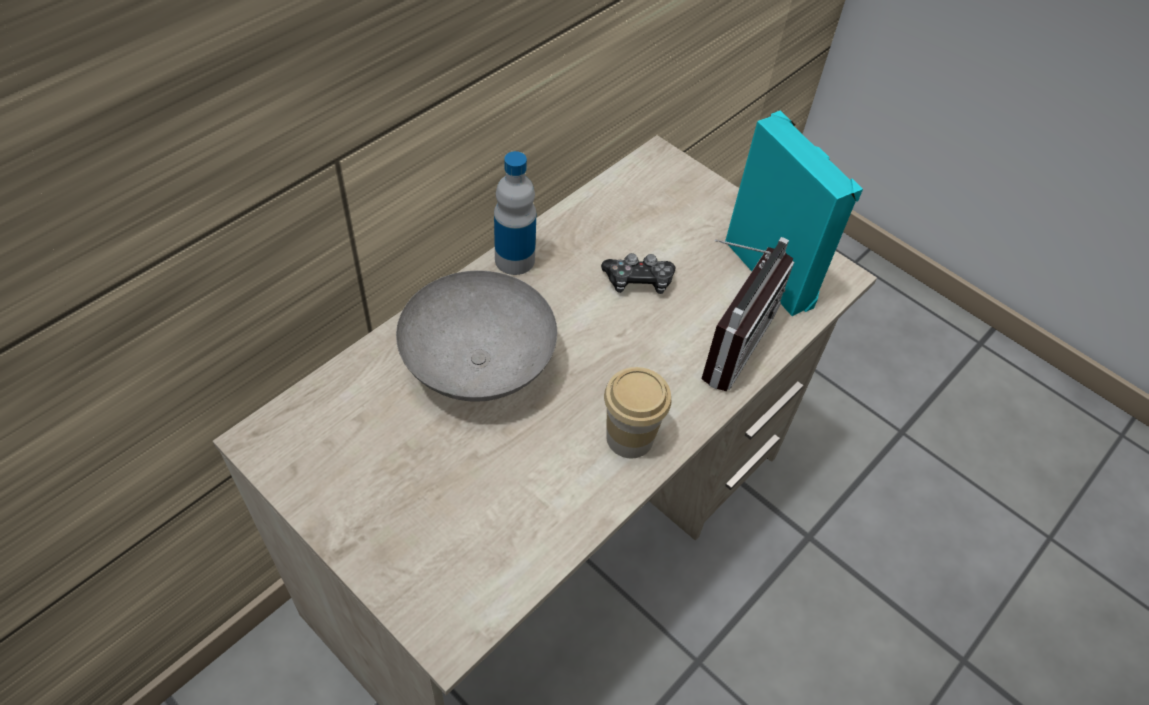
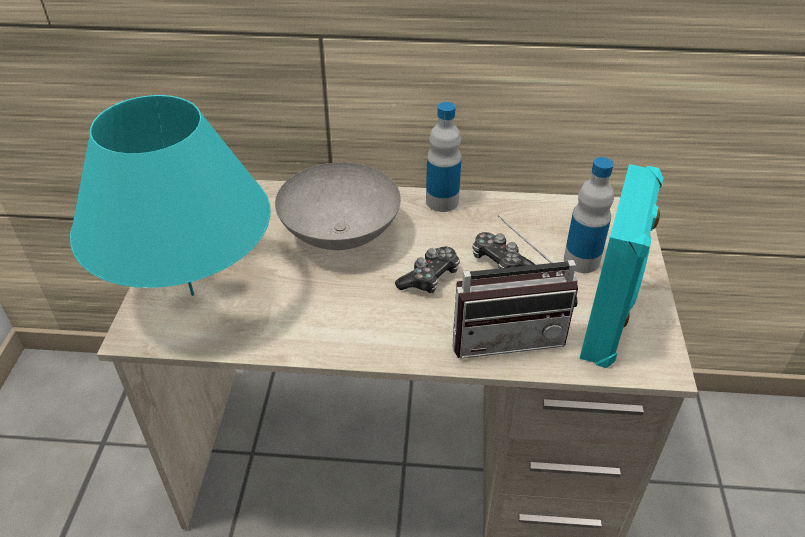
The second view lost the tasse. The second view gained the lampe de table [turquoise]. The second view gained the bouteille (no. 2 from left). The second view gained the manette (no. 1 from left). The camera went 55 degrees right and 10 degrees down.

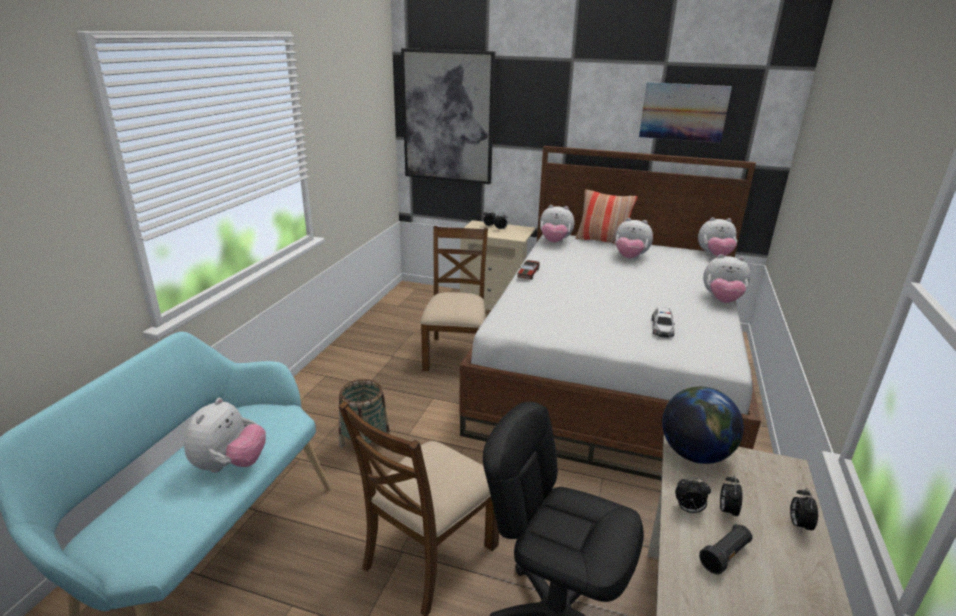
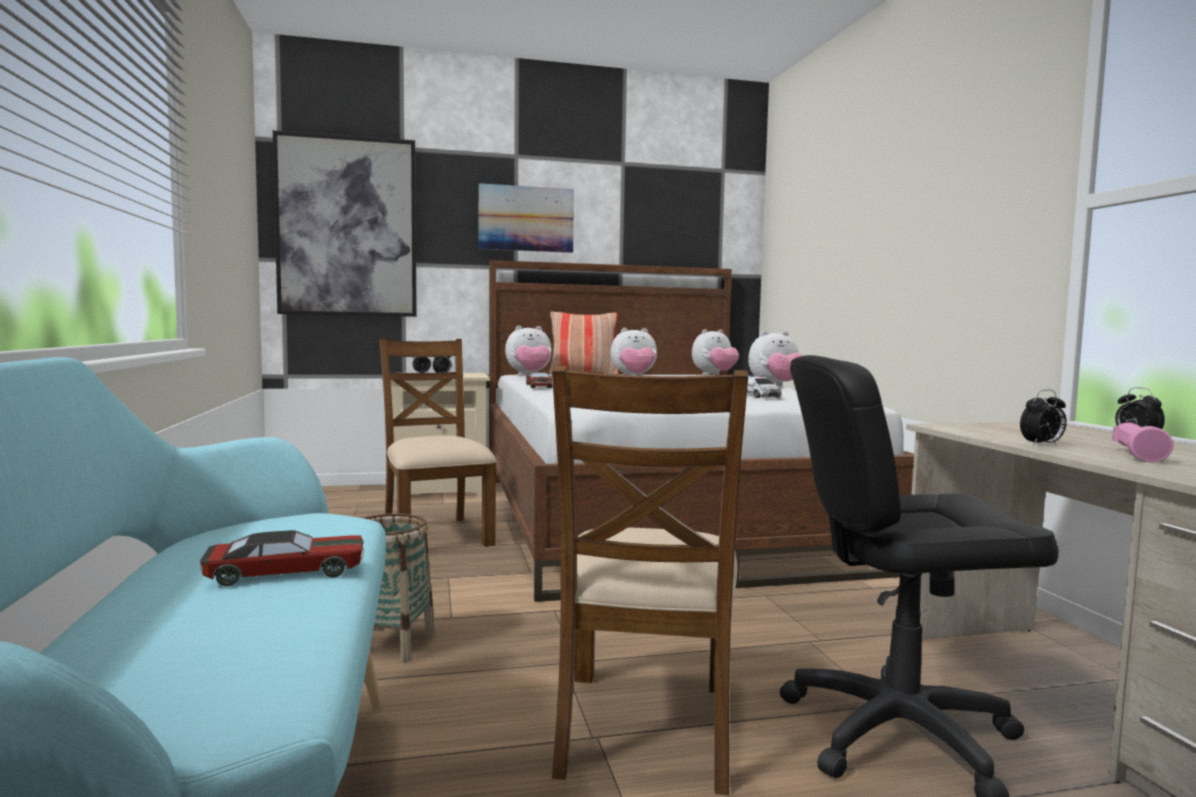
The tableau (no. 2 from left) ended up elsewhere. The second view lost the globe. Where the peluche (no. 1 from left) stood, the petite voiture (no. 1 from left) came to stand. The second view lost the réveil (no. 4 from left). What was the lampe de poche [noir] turned into the lampe de poche [rose]. The camera went 30 degrees left and 20 degrees down.

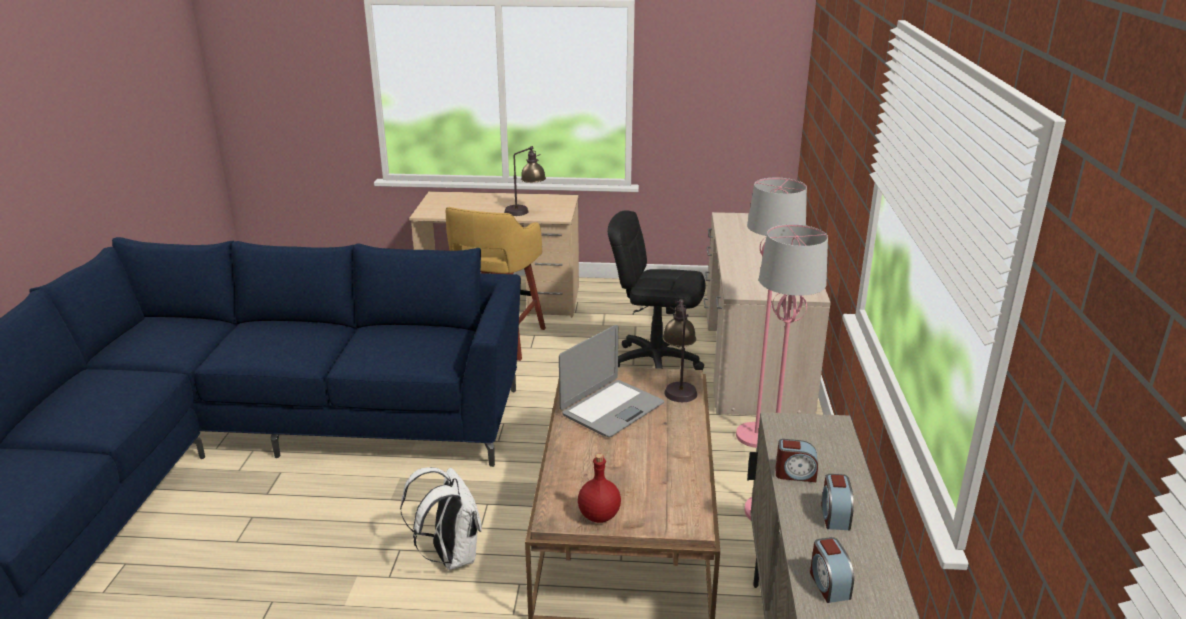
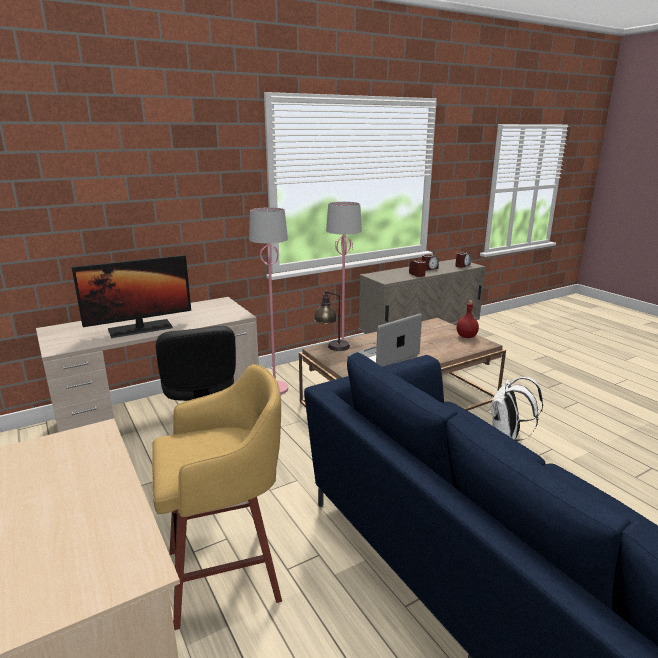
The second view lost the lampe de table (no. 1 from left). The ordinateur portable ended up facing another way, 45 degrees counterclockwise from before. The second view gained the écran d'ordinateur. The camera went 125 degrees left and 5 degrees down.

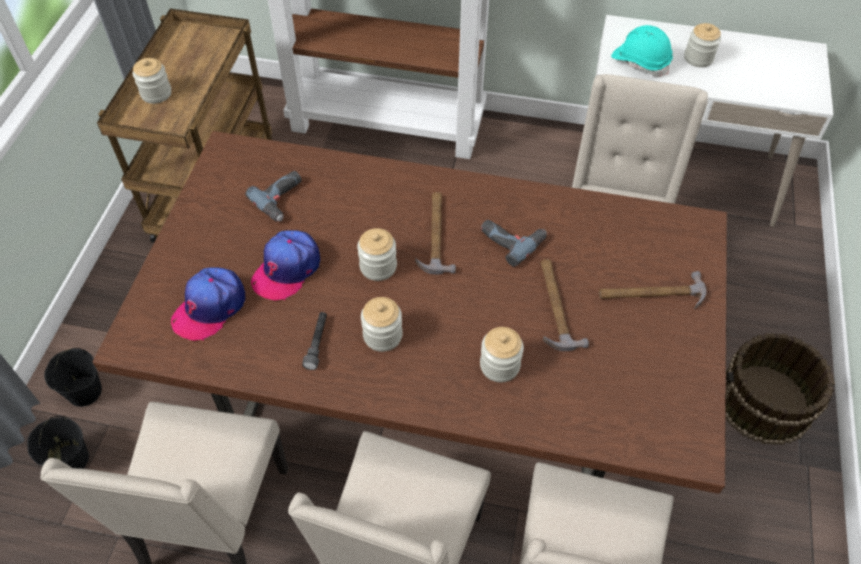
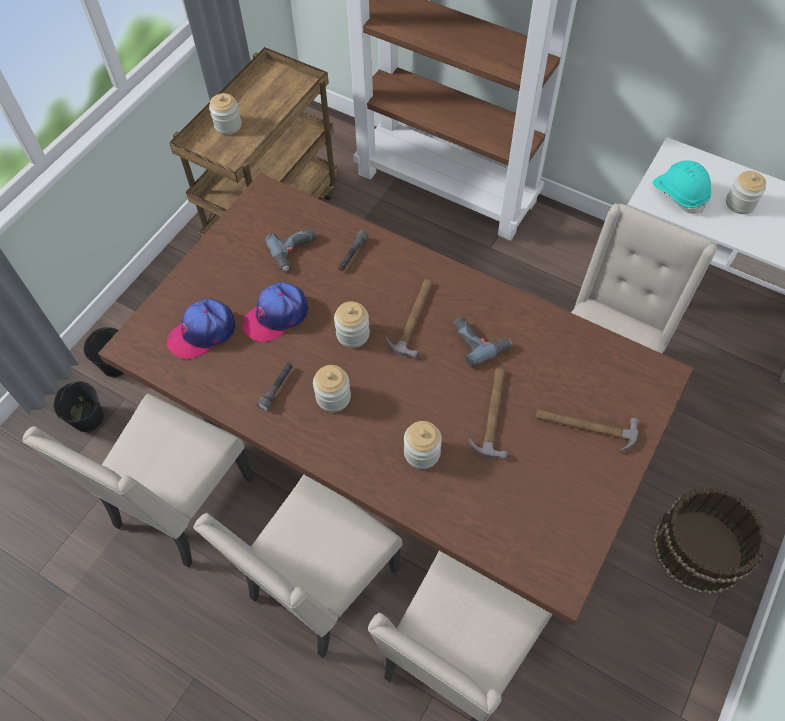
The second view gained the lampe de poche [gris] (no. 2 from left). The camera went 20 degrees right and 5 degrees up.

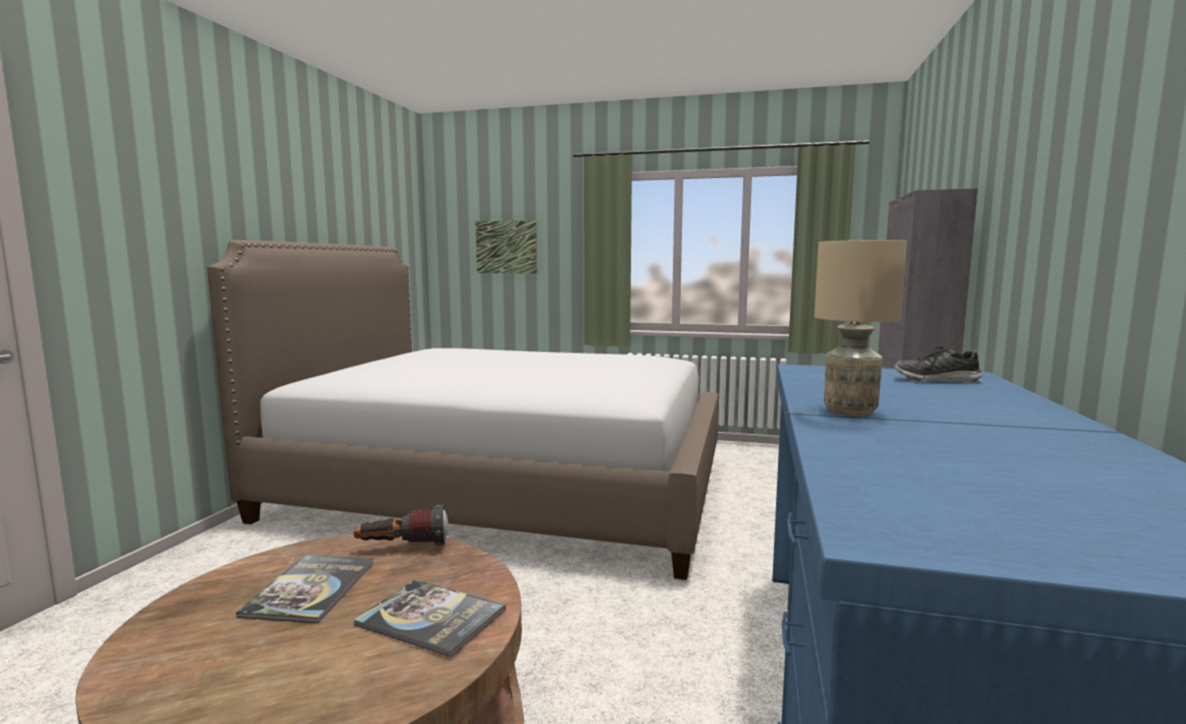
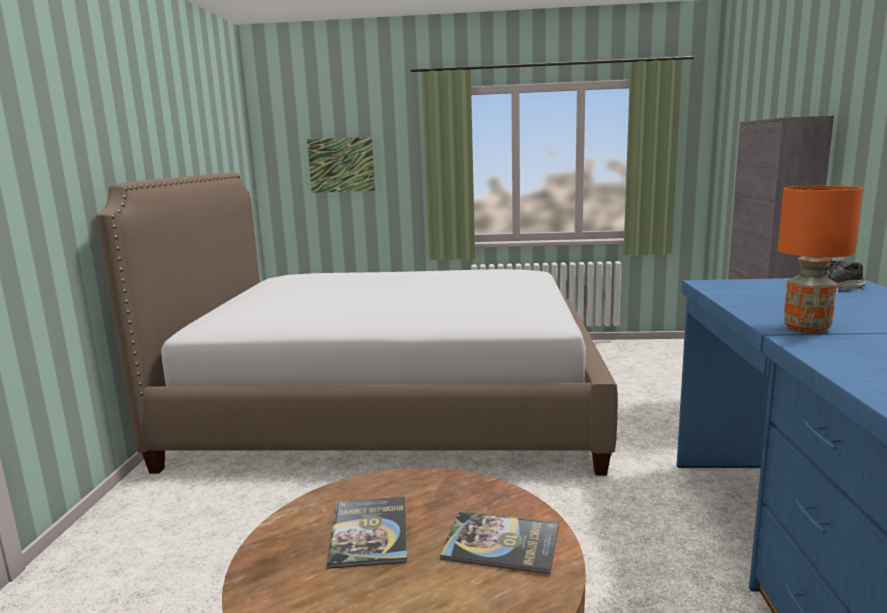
What was the lampe de table [beige] turned into the lampe de table [orange]. The second view lost the lampe de poche. The camera went 10 degrees left and 5 degrees up.

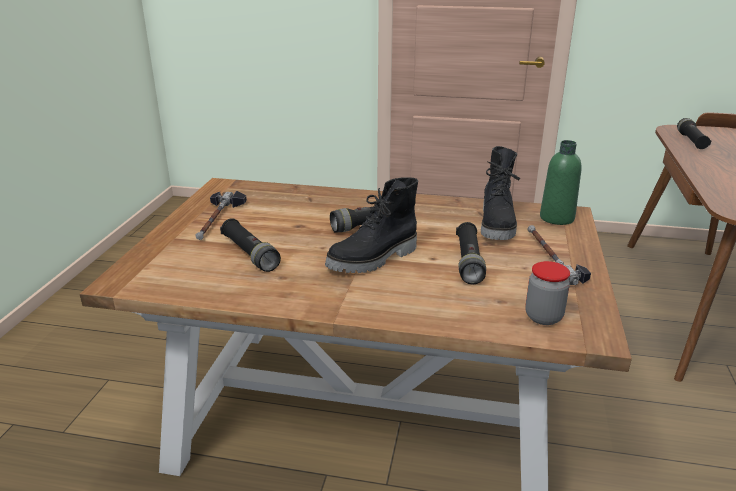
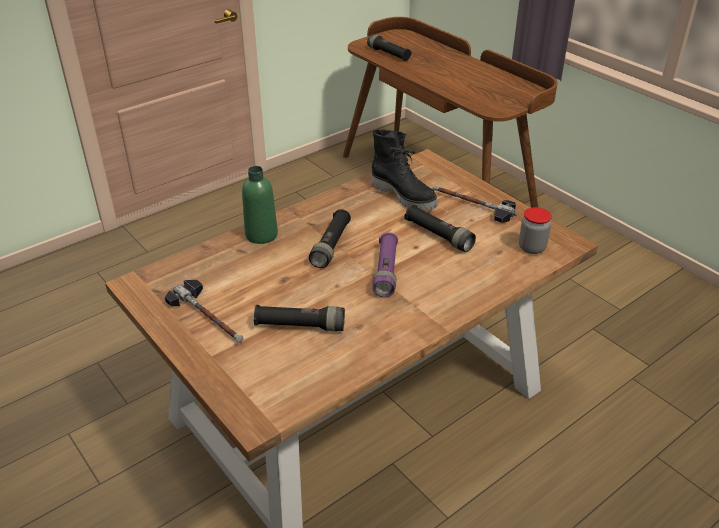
The bouteille [vert] ended up elsewhere. Where the botte [noir] (no. 1 from left) stood, the lampe de poche [violet] came to stand. The camera went 50 degrees left and 10 degrees up.

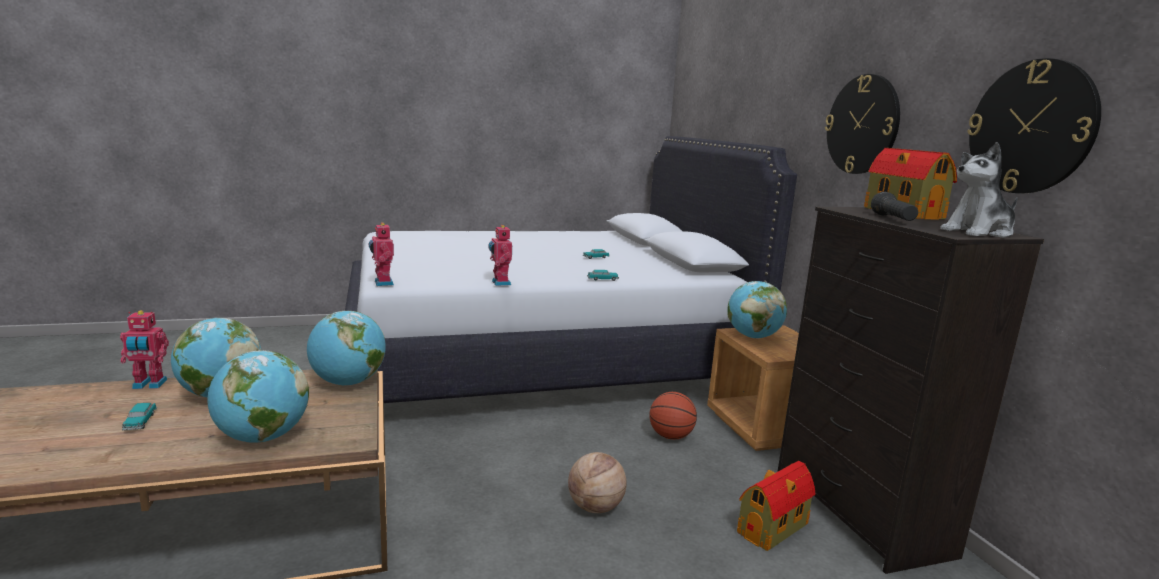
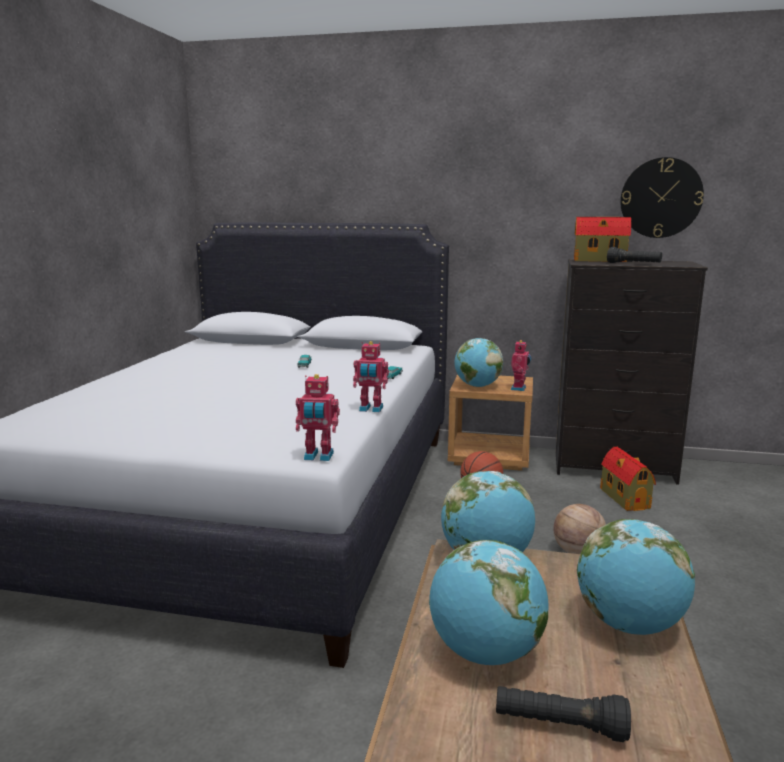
The second view lost the horloge murale (no. 1 from left). The second view lost the peluche. The robot jouet (no. 1 from left in the first image) ended up elsewhere. Where the petite voiture (no. 1 from left) stood, the lampe de poche [noir] (no. 1 from left) came to stand. The camera went 60 degrees left and 0 degrees up.

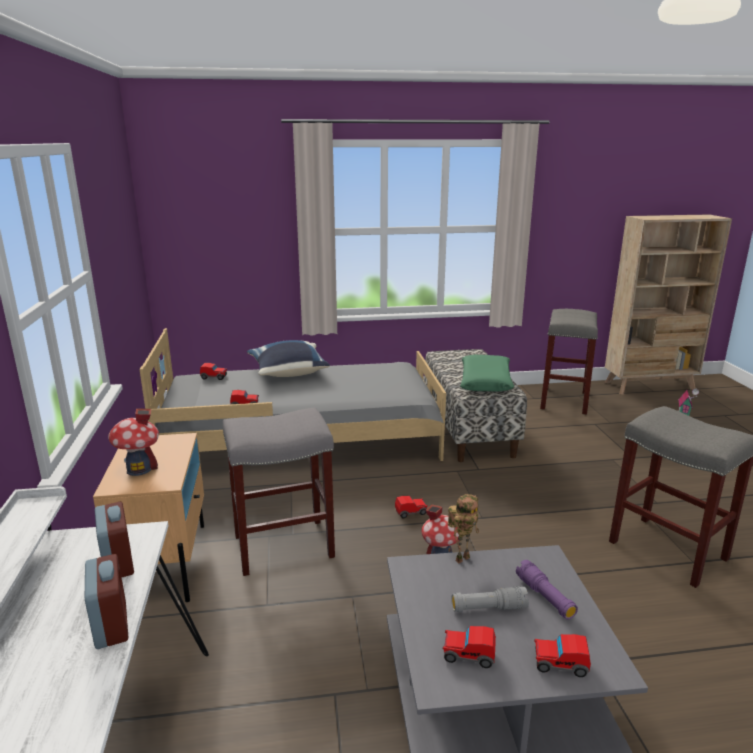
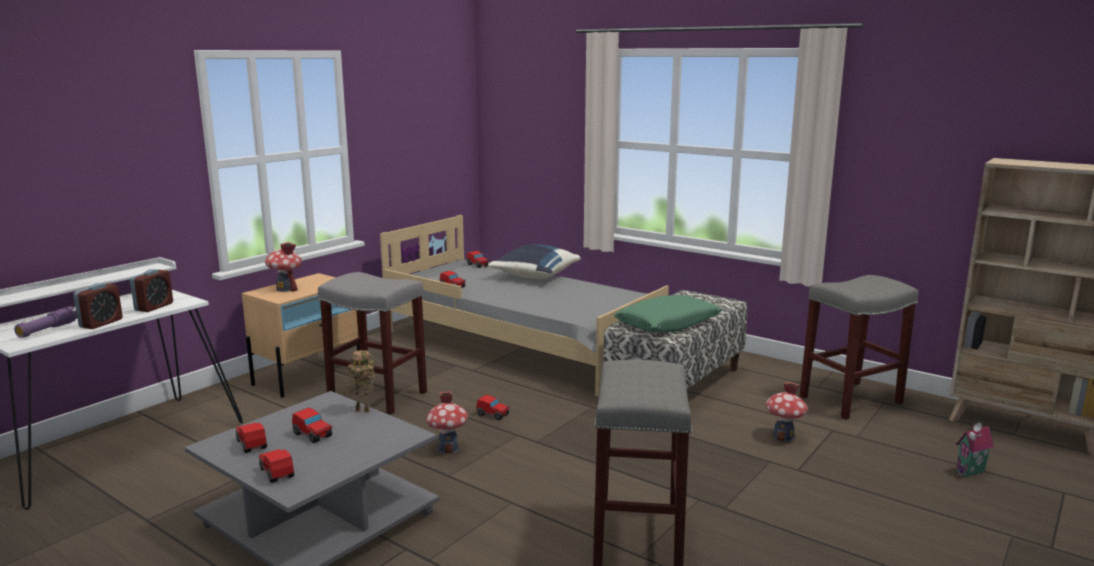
The lampe de poche [violet] ended up elsewhere. Where the lampe de poche [gris] stood, the petite voiture (no. 3 from left) came to stand. The second view gained the maison miniature (no. 3 from left). The camera went 45 degrees right and 5 degrees down.

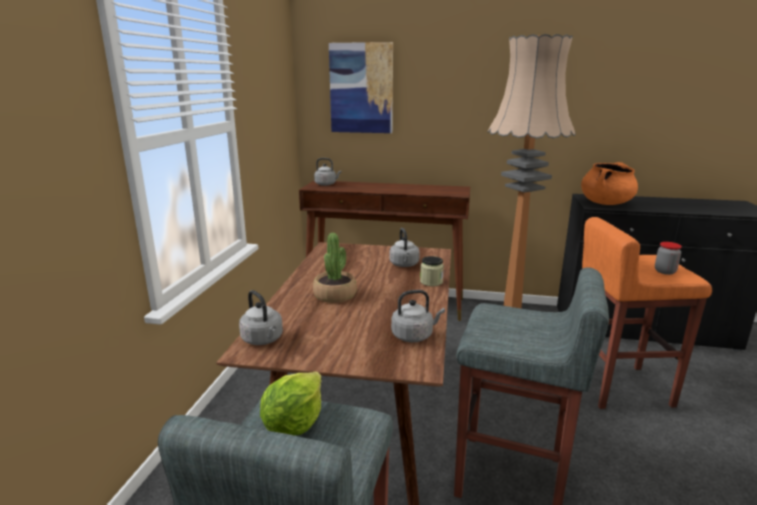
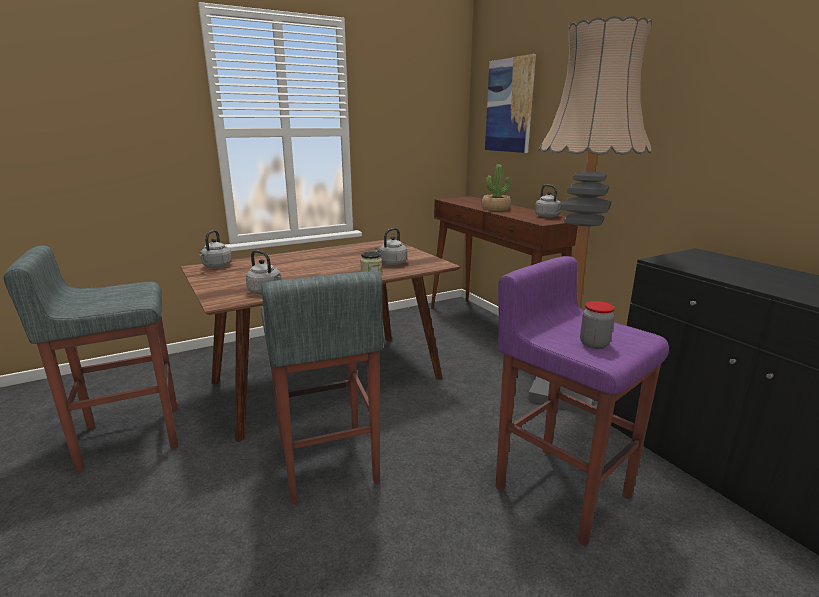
The bouilloire [gris] (no. 2 from left in the first image) ended up elsewhere. The second view lost the marmite [orange]. What was the tabouret [orange] turned into the tabouret [violet]. The plante en pot ended up elsewhere. The second view lost the laitue. The camera went 50 degrees right and 0 degrees up.

